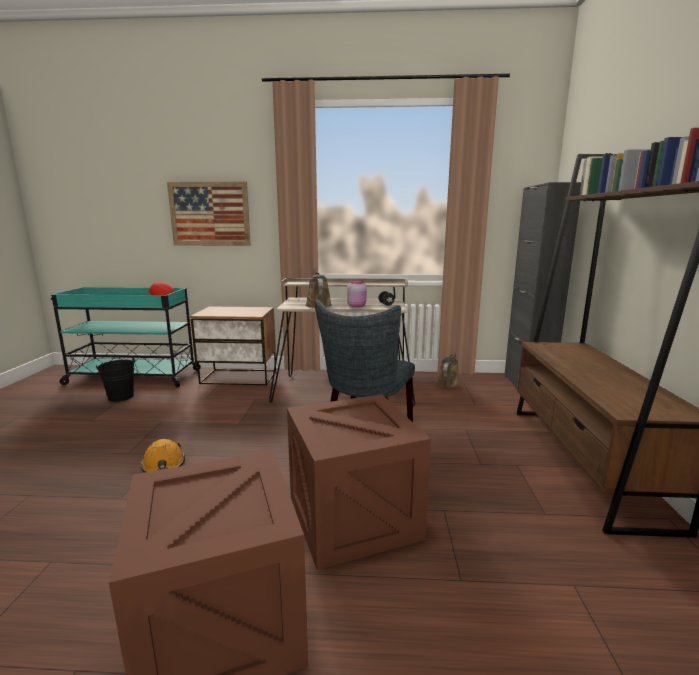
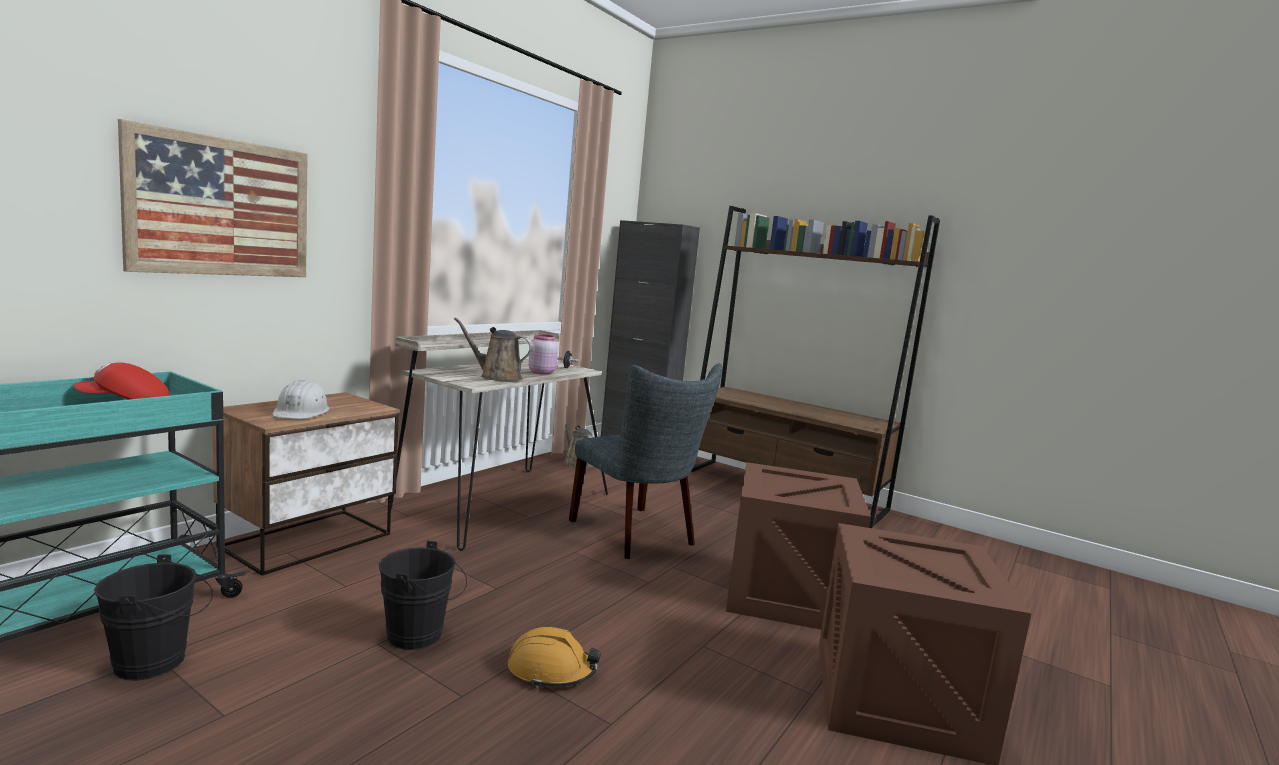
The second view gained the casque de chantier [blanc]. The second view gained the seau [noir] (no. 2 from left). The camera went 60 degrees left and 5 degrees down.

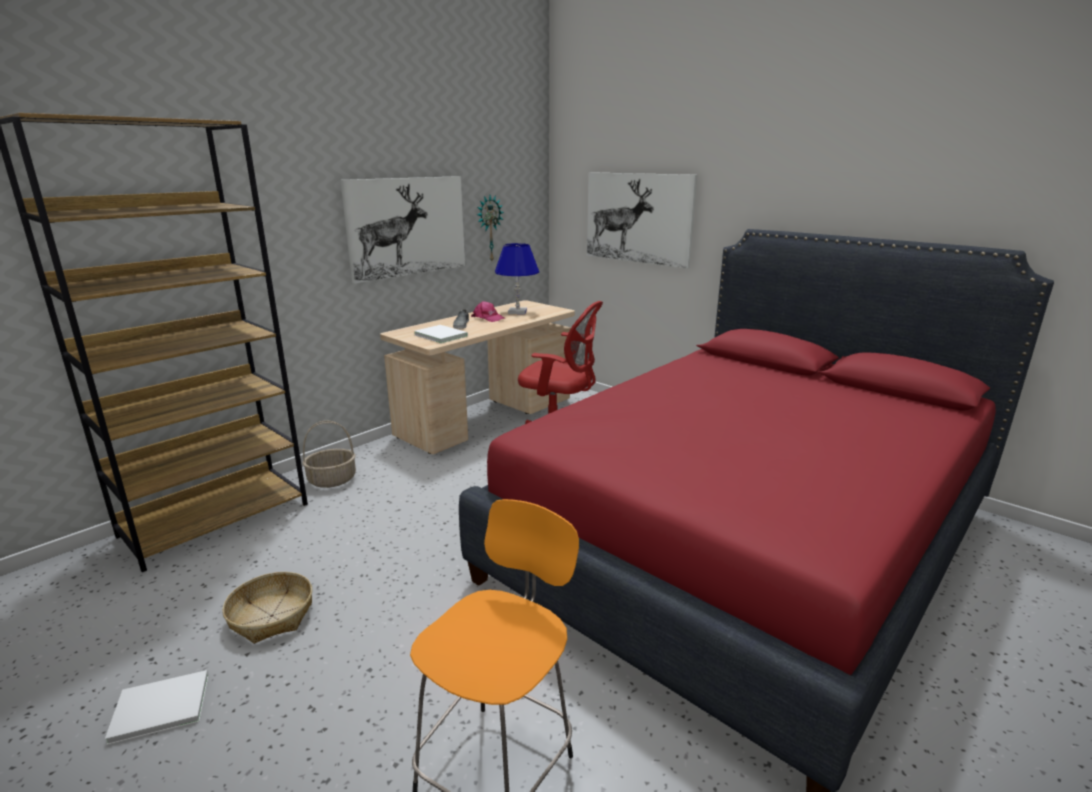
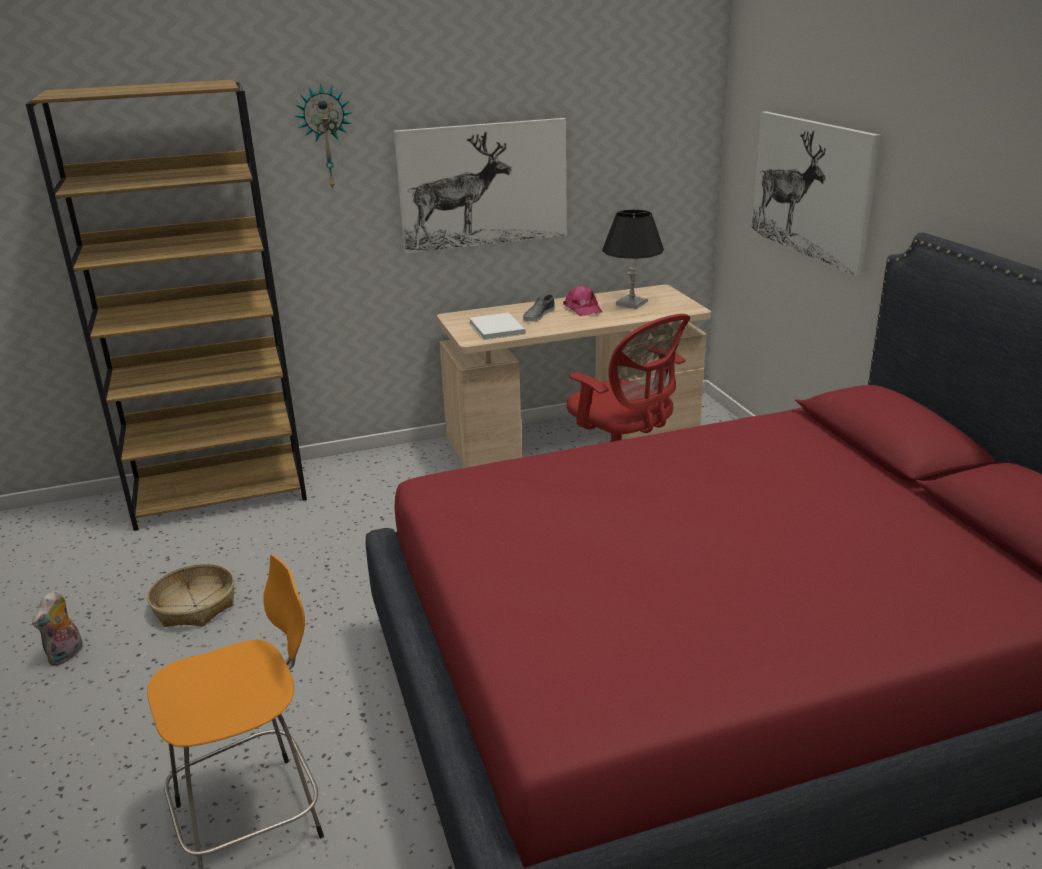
The horloge murale ended up elsewhere. What was the lampe de table [bleu] turned into the lampe de table [noir]. The second view lost the panier (no. 2 from left). Where the livre [blanc] (no. 1 from left) stood, the peluche came to stand. The camera went 30 degrees right and 5 degrees up.

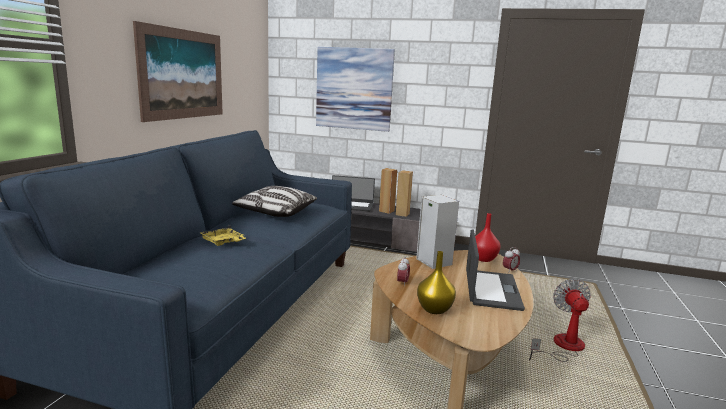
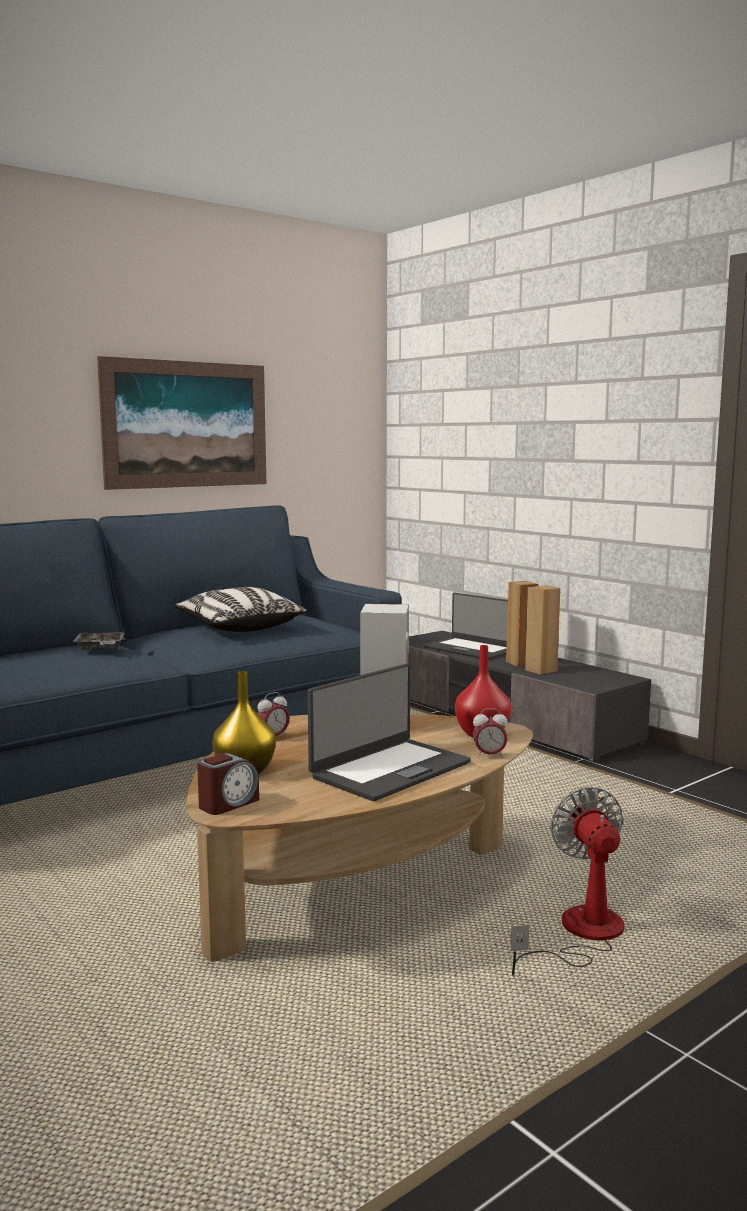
The second view lost the tableau (no. 2 from left). What was the plateau [jaune] turned into the plateau [gris]. The ventilateur ended up facing another way, 45 degrees counterclockwise from before. The second view gained the réveil (no. 1 from left). The camera went 35 degrees right and 5 degrees down.

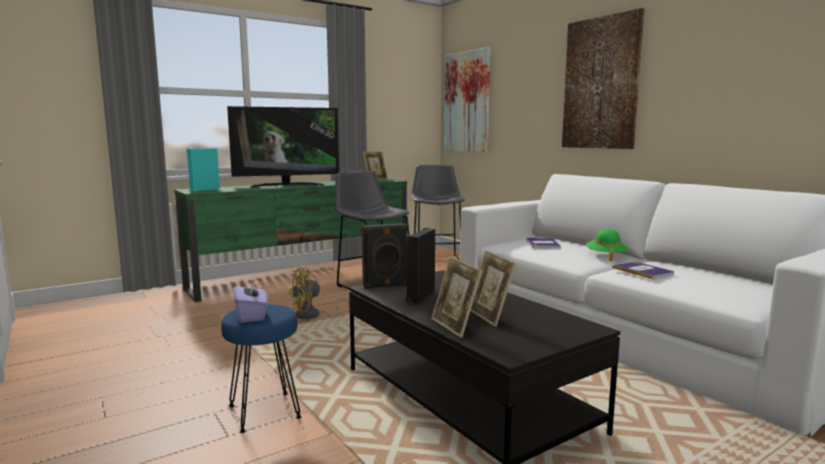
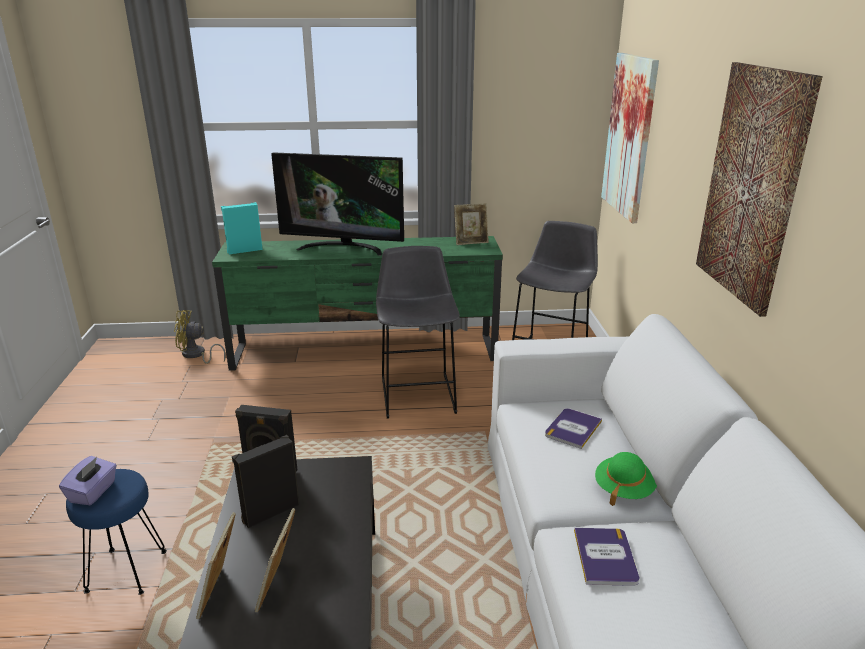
The ventilateur [jaune] ended up elsewhere. The camera went 30 degrees right and 15 degrees up.

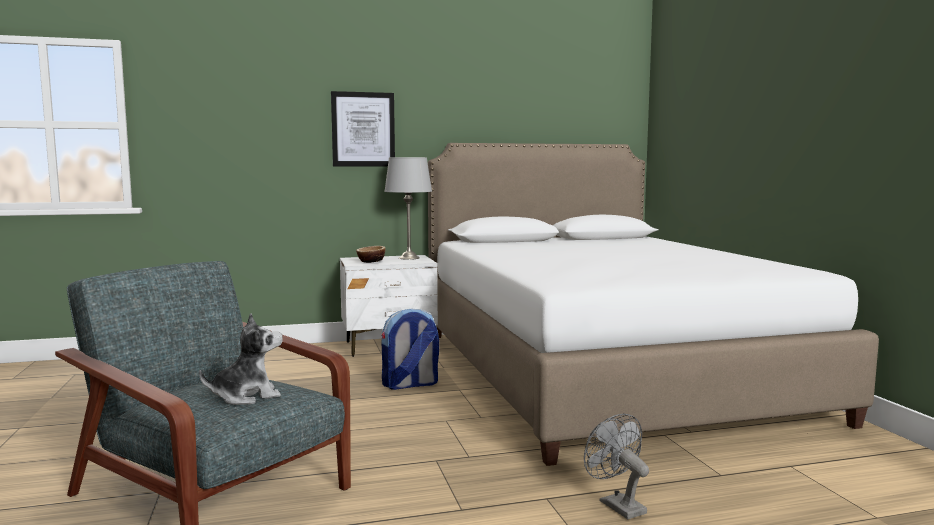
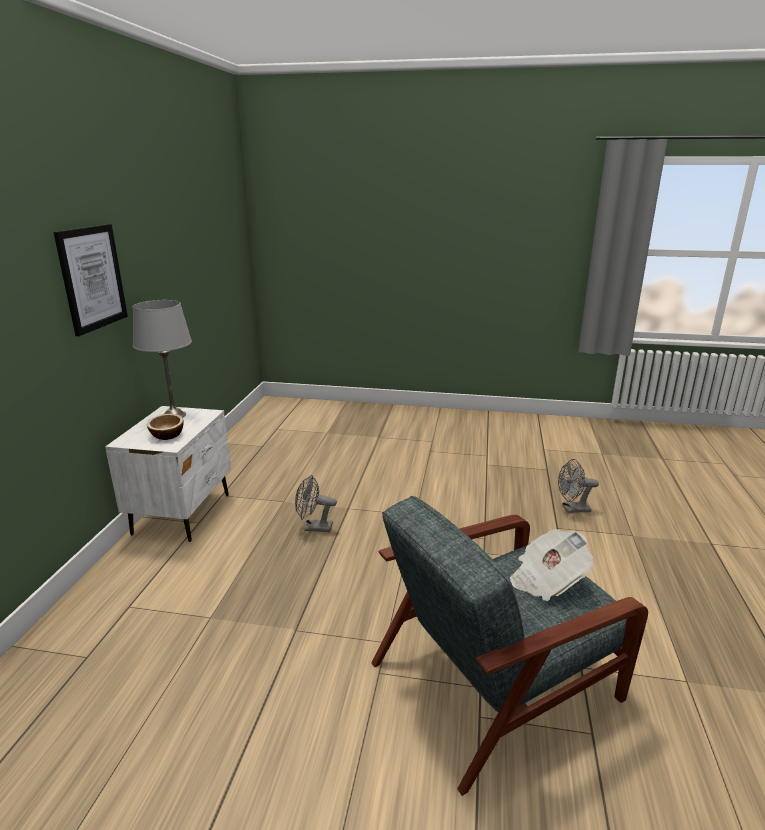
The second view lost the lit [blanc]. Where the sac à dos stood, the ventilateur [gris] (no. 1 from left) came to stand. Where the peluche stood, the journal came to stand. The camera went 65 degrees left and 15 degrees up.

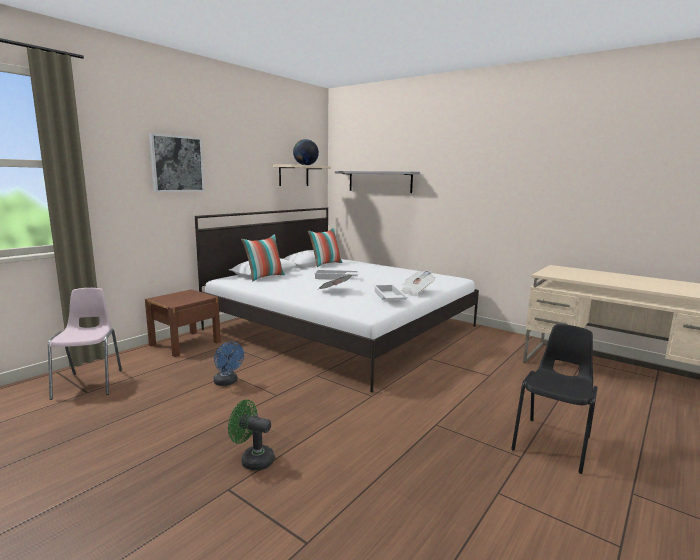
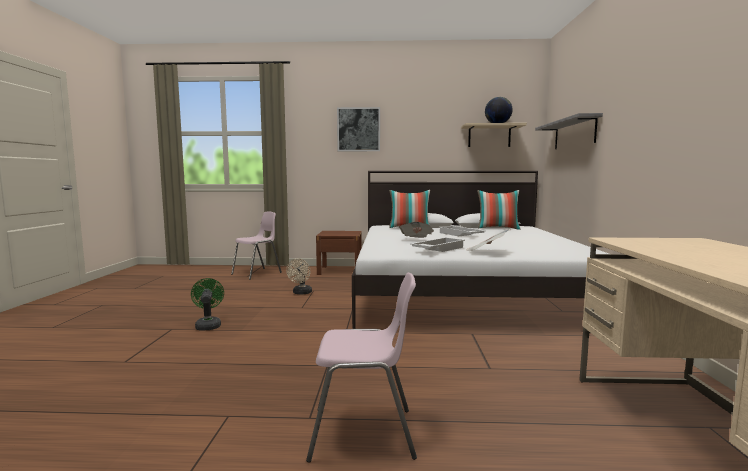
What was the chaise [noir] turned into the chaise [rose] (no. 2 from left). What was the ventilateur [bleu] turned into the ventilateur [beige]. The camera went 55 degrees right and 5 degrees down.

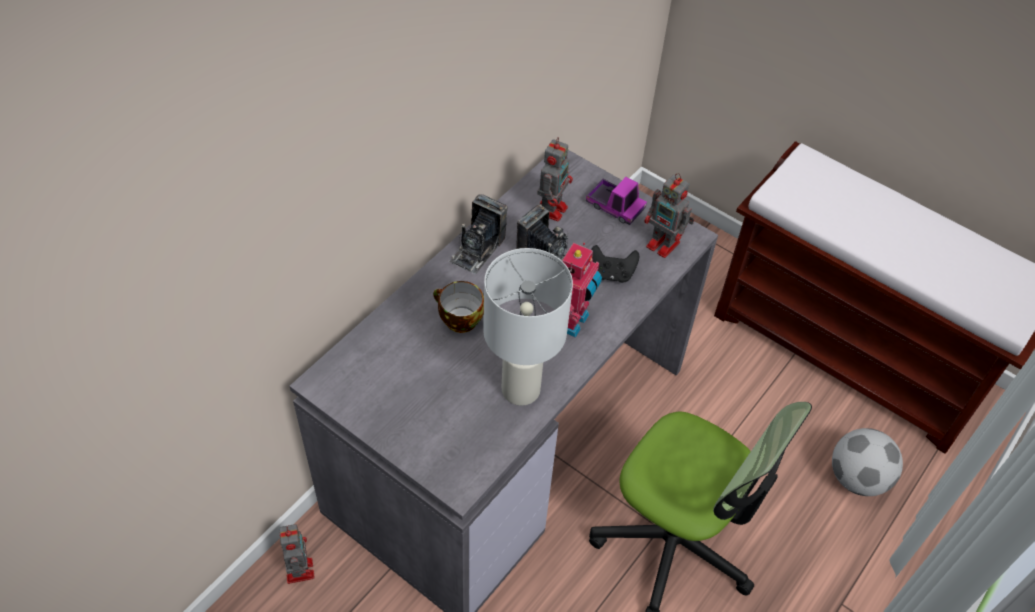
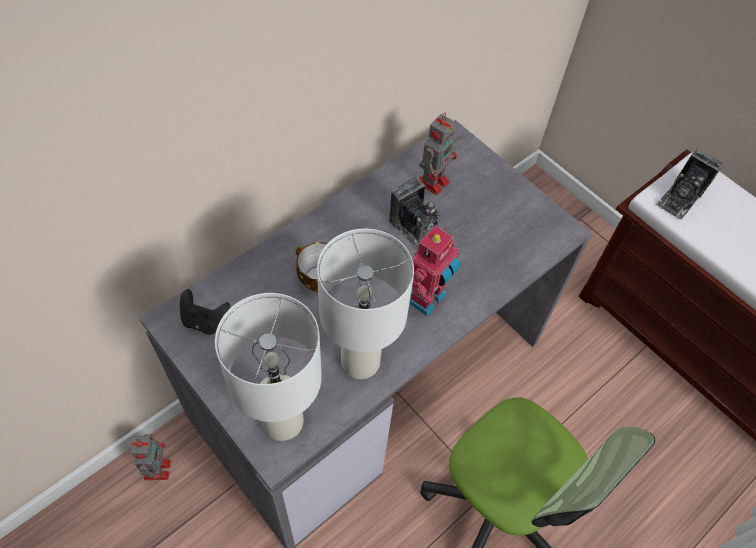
The second view lost the robot jouet (no. 4 from left). The second view lost the camion jouet. The appareil photo (no. 1 from left in the first image) ended up elsewhere. The manette [noir] ended up elsewhere. The second view lost the ballon de foot. The second view gained the lampe de table [blanc] (no. 1 from left). The camera went 10 degrees right and 5 degrees up.

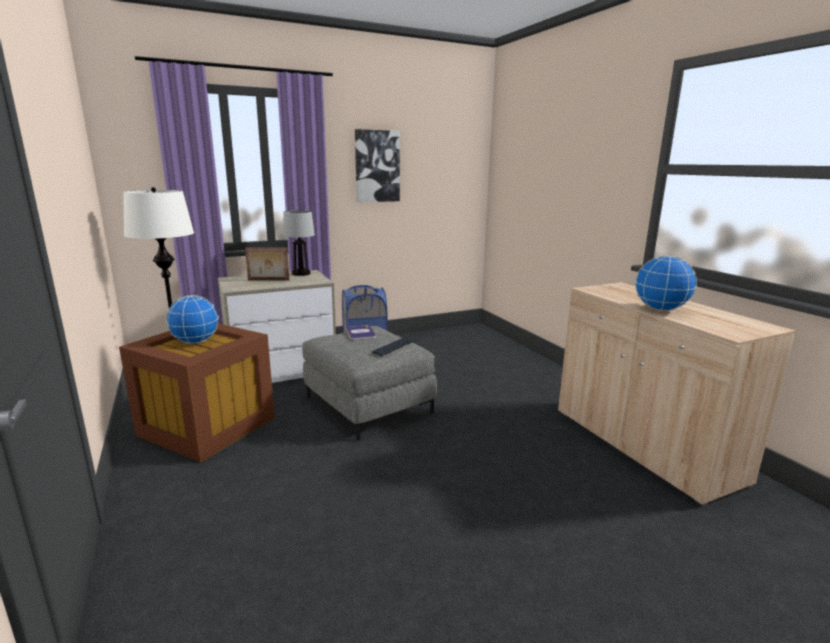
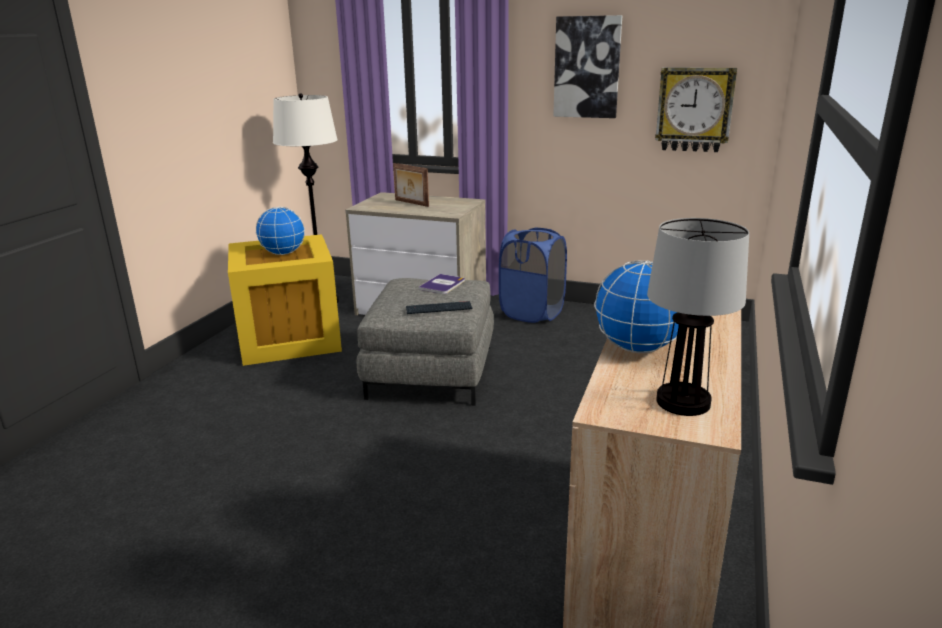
The lampe de table ended up elsewhere. What was the boîte de rangement [marron] turned into the boîte de rangement [jaune]. The second view gained the horloge murale. The camera went 45 degrees right and 5 degrees up.

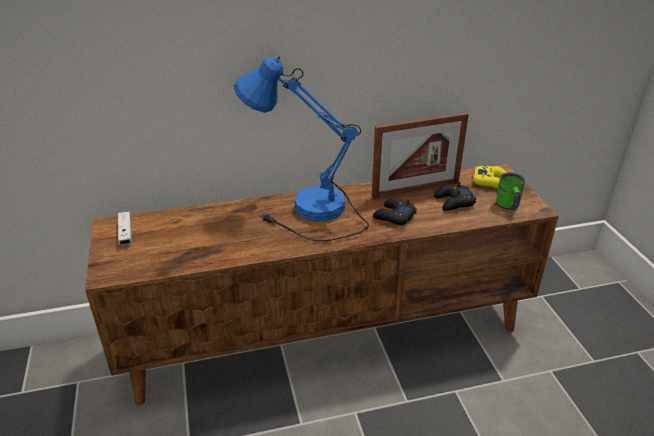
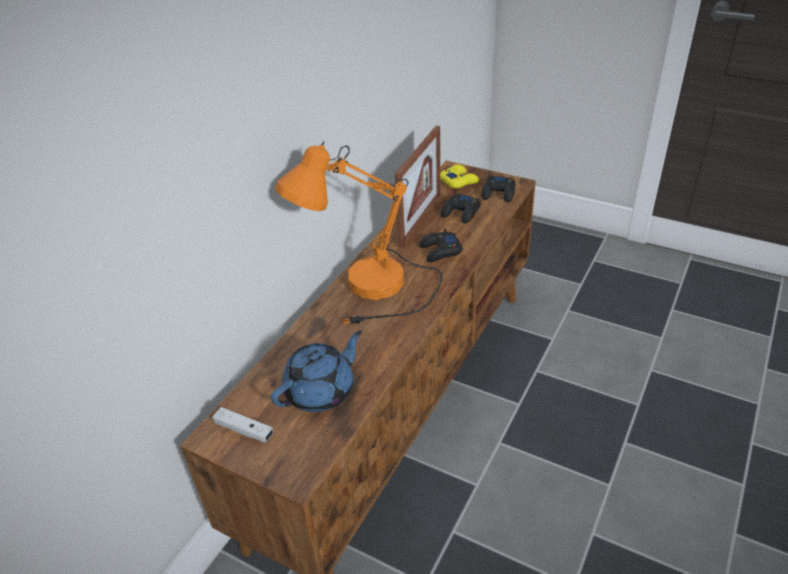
What was the lampe de table [bleu] turned into the lampe de table [orange]. Where the mug [vert] stood, the manette [noir] (no. 3 from left) came to stand. The second view gained the théière [bleu]. The camera went 45 degrees left and 5 degrees up.

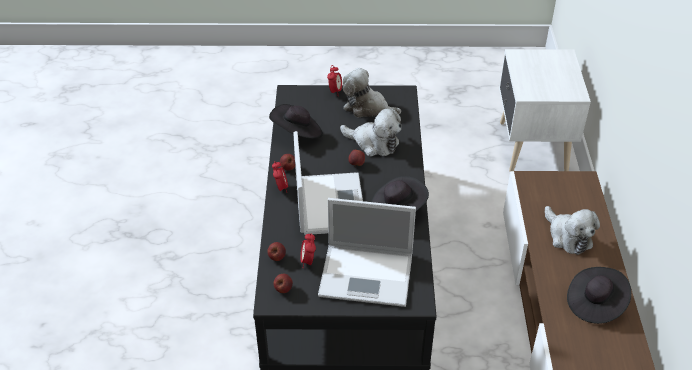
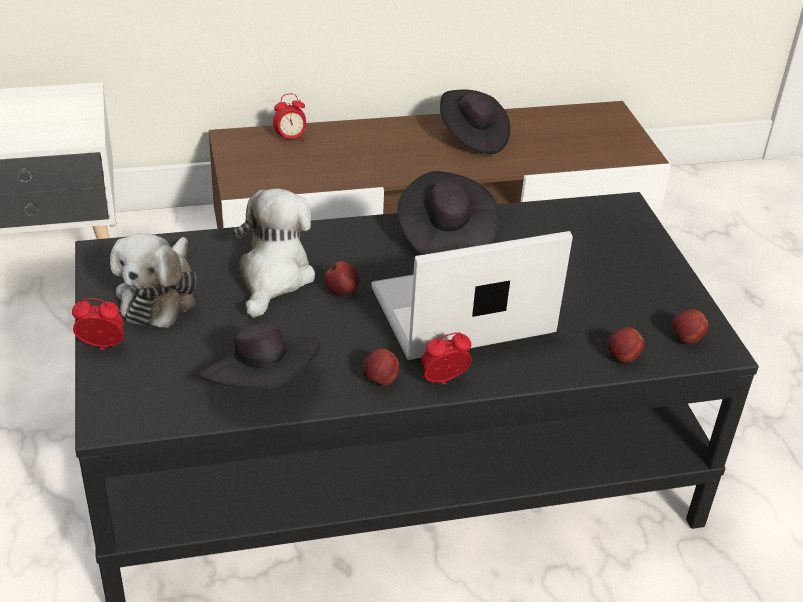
The second view lost the ordinateur portable (no. 2 from left). The second view lost the peluche (no. 3 from left). The réveil (no. 2 from left) ended up elsewhere. The camera went 105 degrees left and 5 degrees down.

